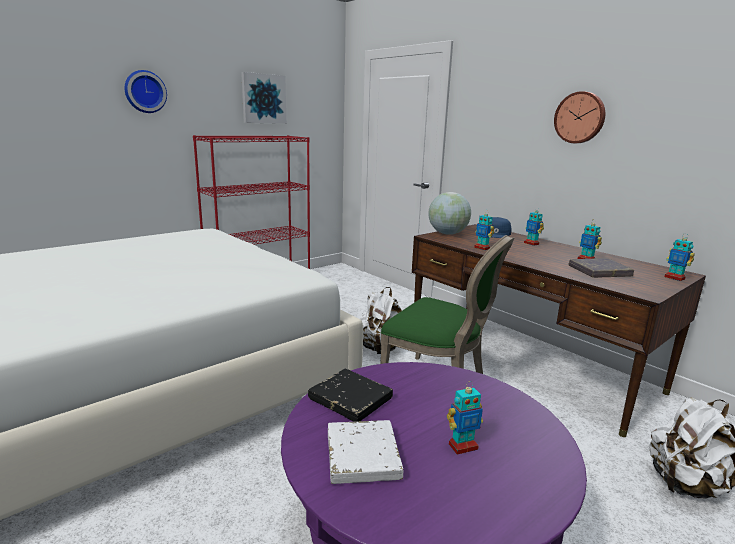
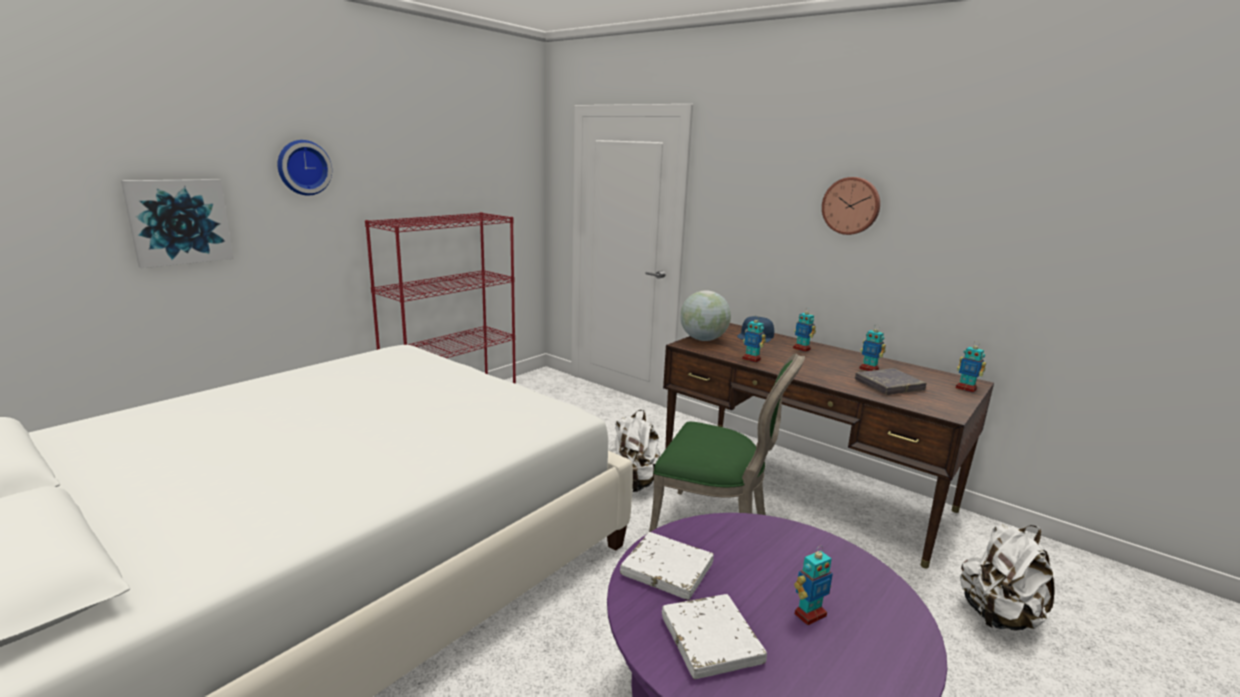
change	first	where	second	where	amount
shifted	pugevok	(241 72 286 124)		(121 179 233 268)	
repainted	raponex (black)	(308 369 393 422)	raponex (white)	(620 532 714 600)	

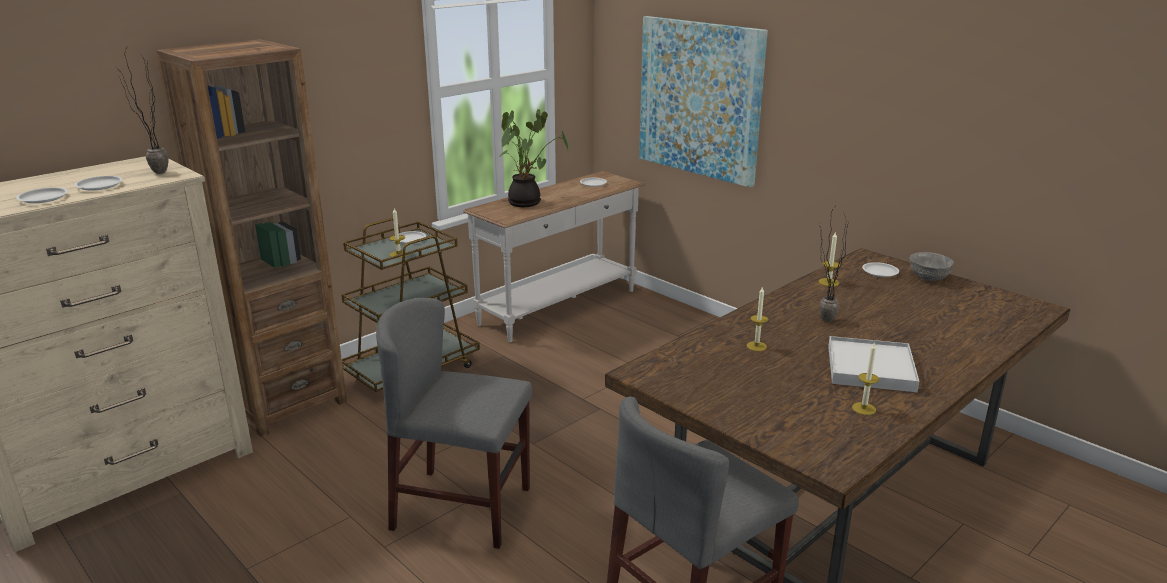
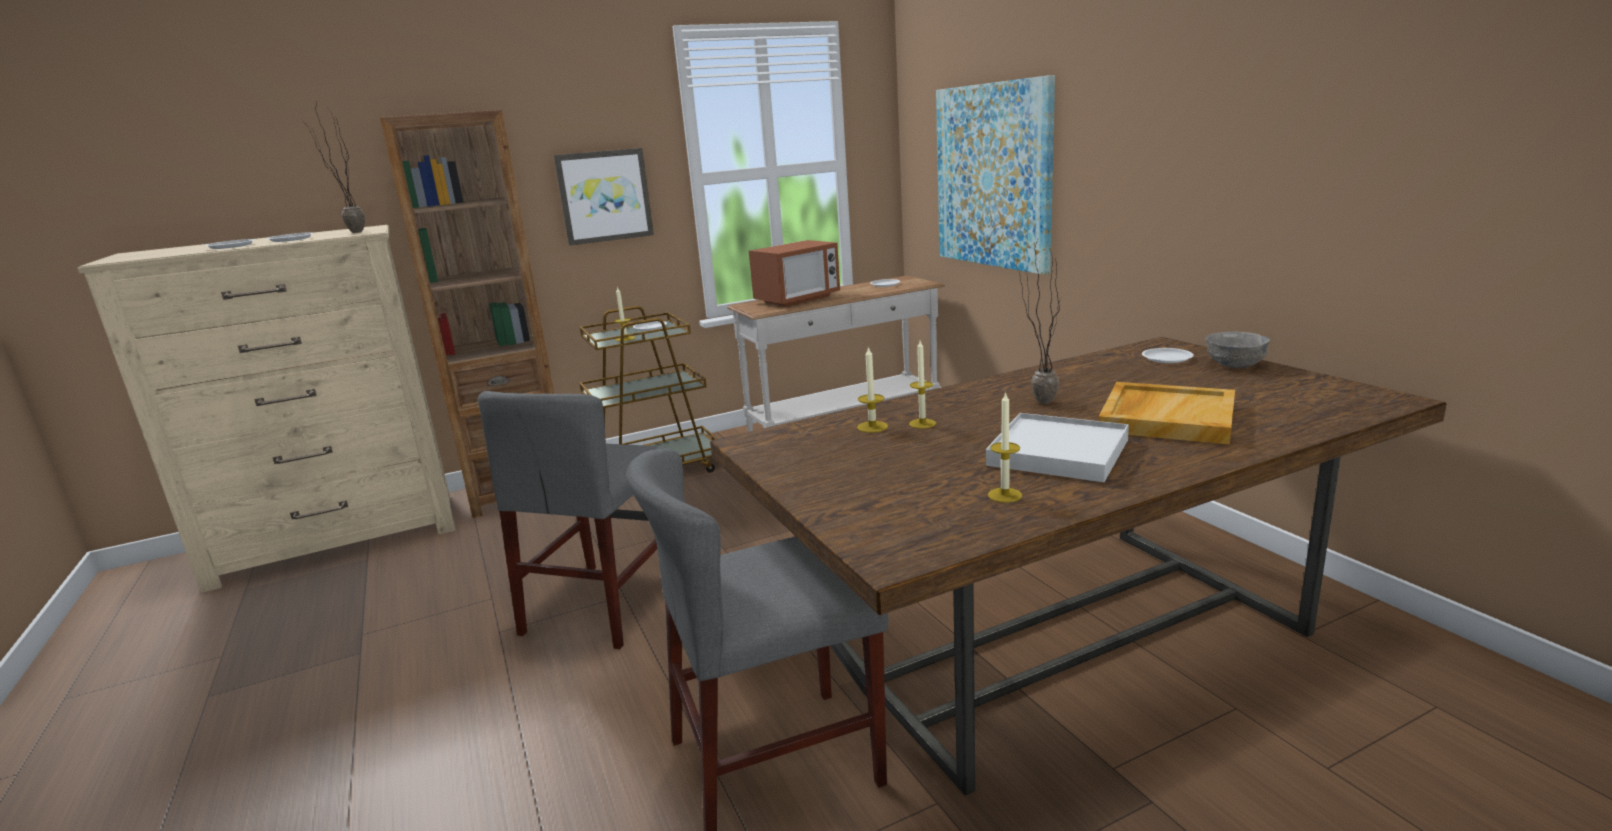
change	first	where	second	where	amount
rotated	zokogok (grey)	(376 298 532 549)		(478 391 665 649)	105 degrees counterclockwise
new			pugevok	(554 148 654 246)	
swapped	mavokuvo	(499 109 569 207)	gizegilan	(749 240 840 307)	
shifted	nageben	(819 231 840 287)		(857 346 888 433)	
new			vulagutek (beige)	(1098 382 1235 445)	

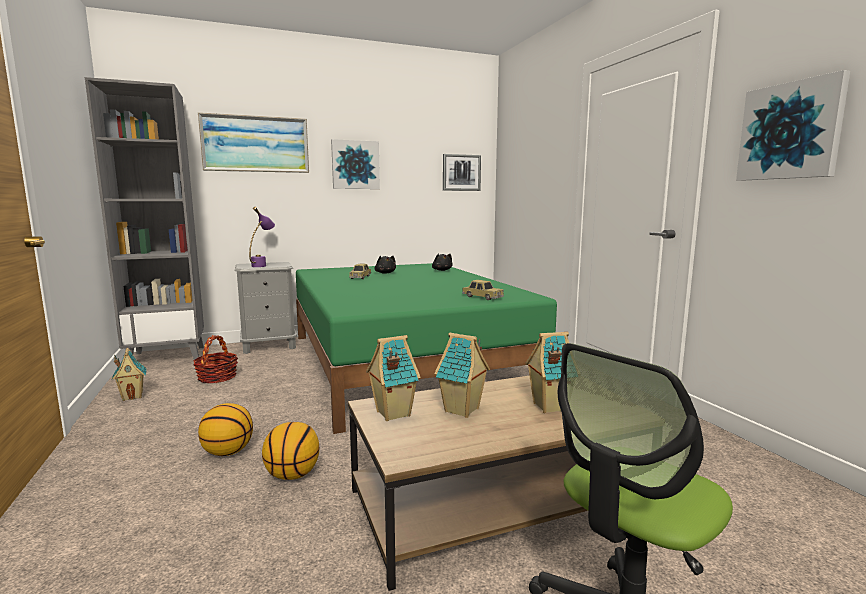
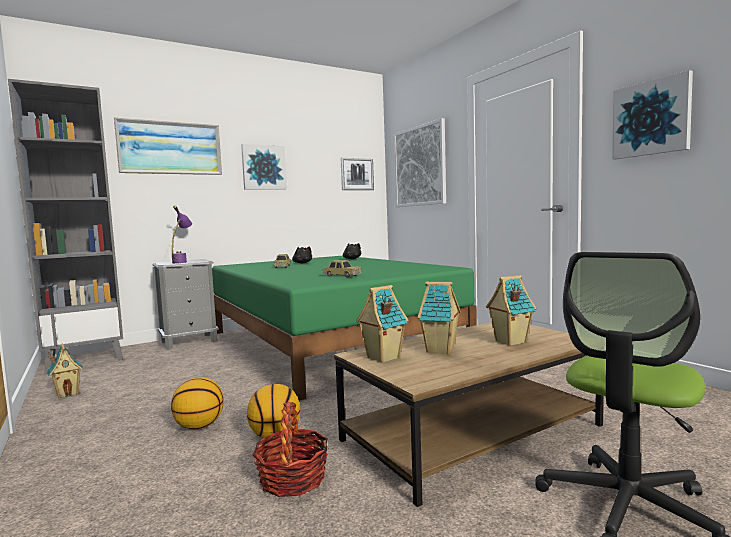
change	first	where	second	where	amount
shifted	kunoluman	(193 335 238 383)		(252 402 329 497)	
shifted	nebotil	(462 280 504 300)		(323 260 362 277)	
new			pugevok	(394 118 446 207)	

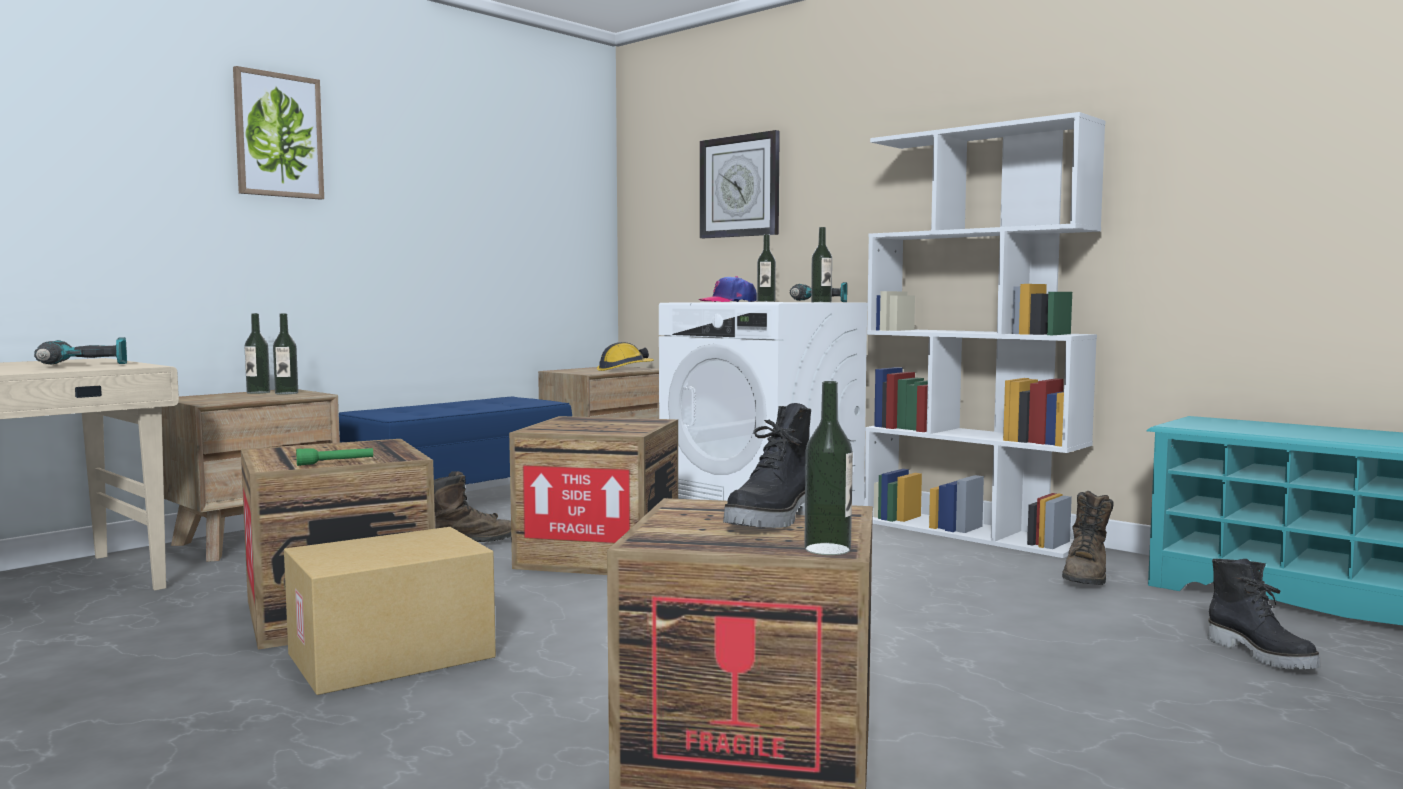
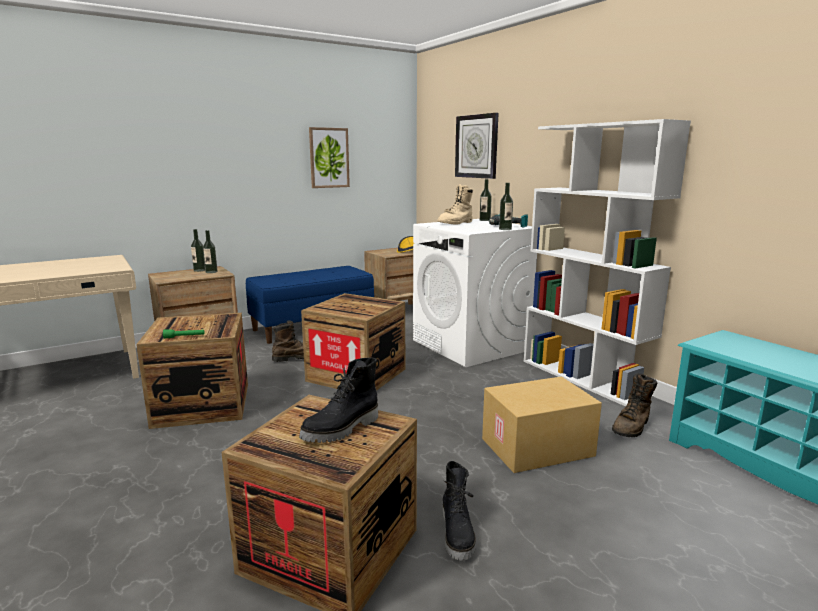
change	first	where	second	where	amount
shifted	pugevok	(233 66 324 200)		(309 127 350 188)	
swapped	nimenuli	(698 276 757 302)	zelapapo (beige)	(437 184 473 225)	
shifted	zelapapo (black)	(1207 559 1320 669)		(443 461 476 560)	
shifted	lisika	(284 527 496 695)		(482 376 602 473)	
gone	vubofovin	(34 337 127 365)			
gone	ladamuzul	(804 381 853 555)			

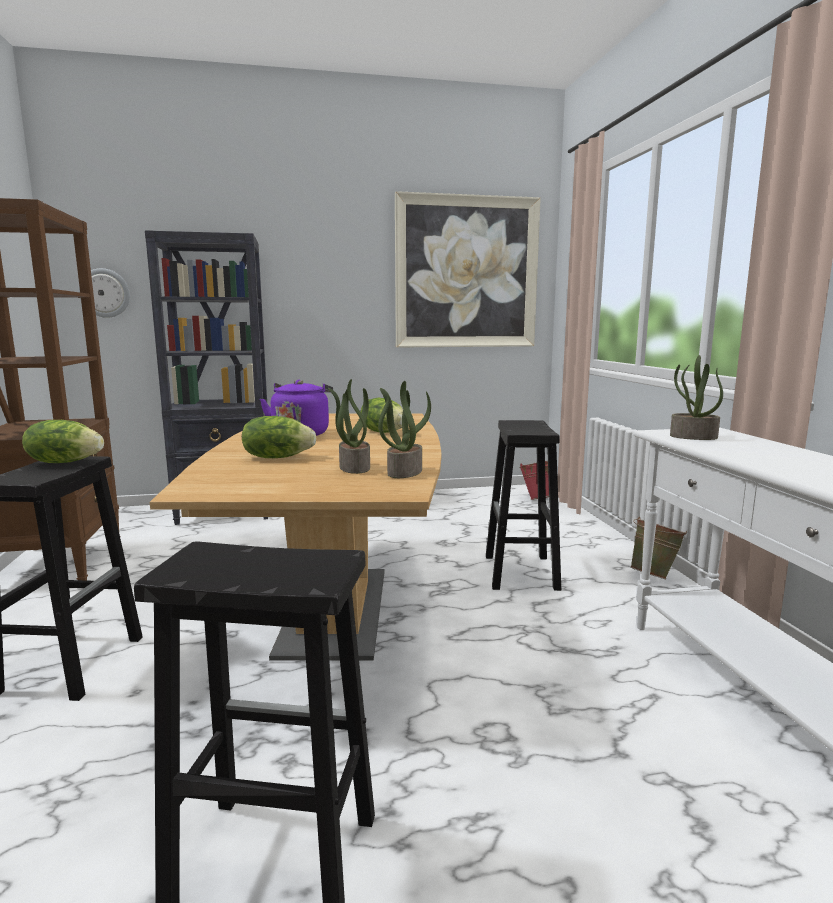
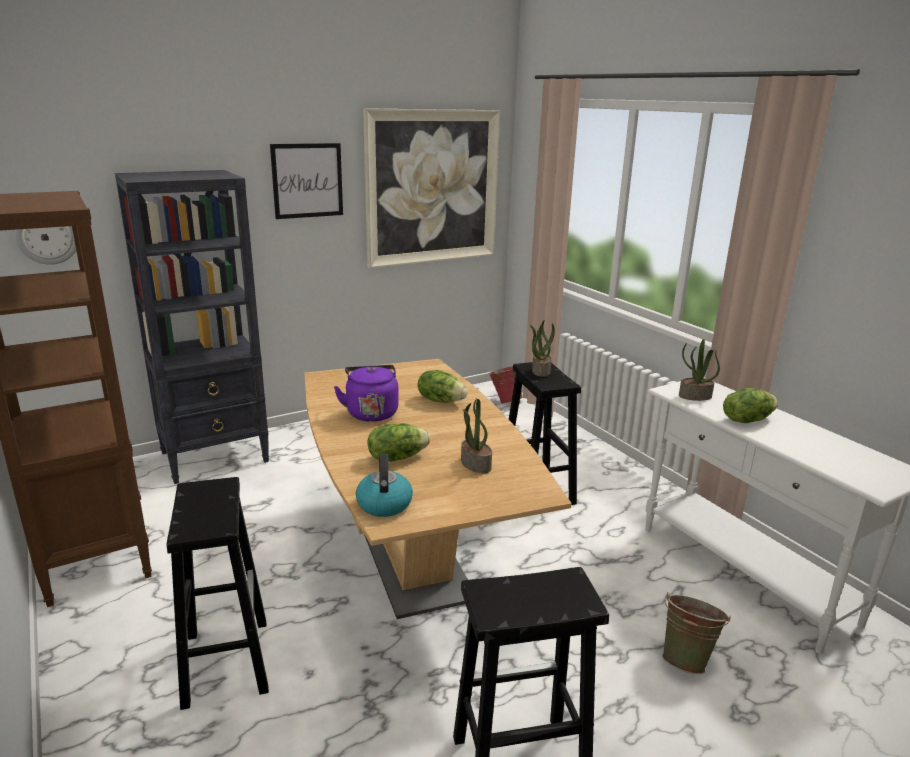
change	first	where	second	where	amount
new			pugevok	(270 143 343 219)	
new			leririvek	(356 454 413 517)	
shifted	mavokuvo	(378 381 431 478)		(530 320 555 377)	
shifted	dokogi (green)	(630 517 688 579)		(662 592 731 674)	
shifted	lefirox	(22 420 104 463)		(723 388 778 423)	

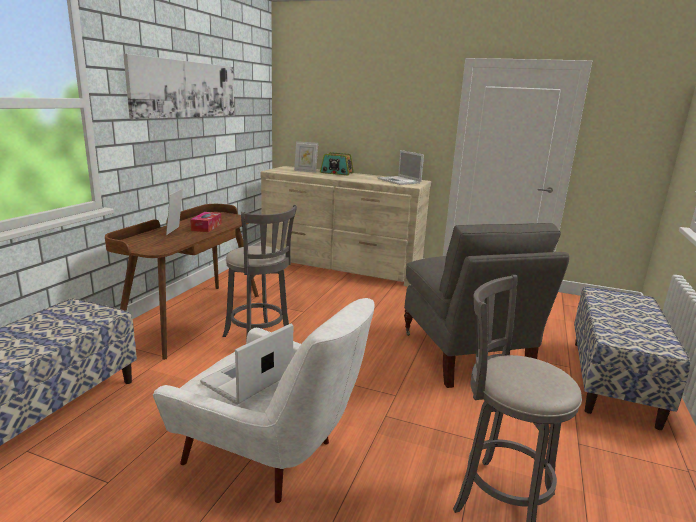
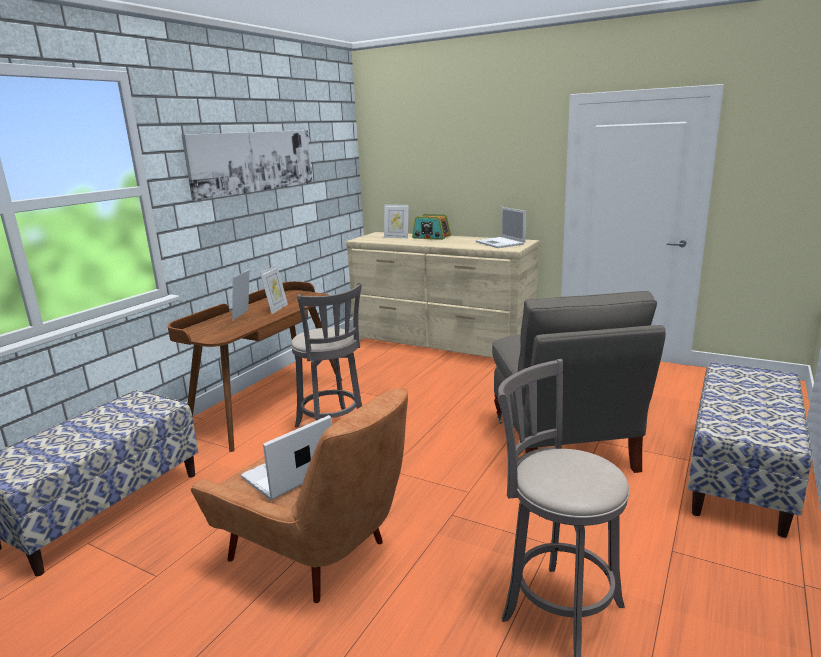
change	first	where	second	where	amount
repainted	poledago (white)	(153 298 375 503)	poledago (brown)	(191 388 408 603)	
swapped	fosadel	(190 212 222 232)	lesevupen	(260 265 288 314)	

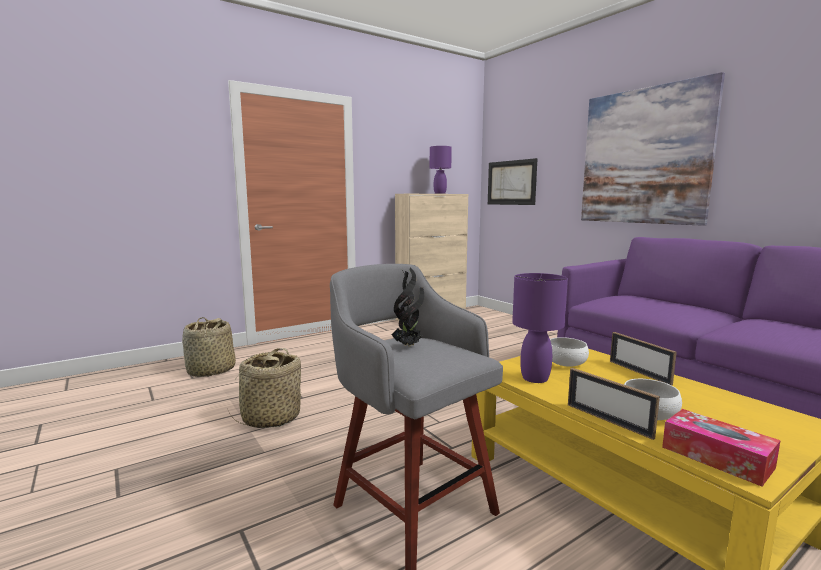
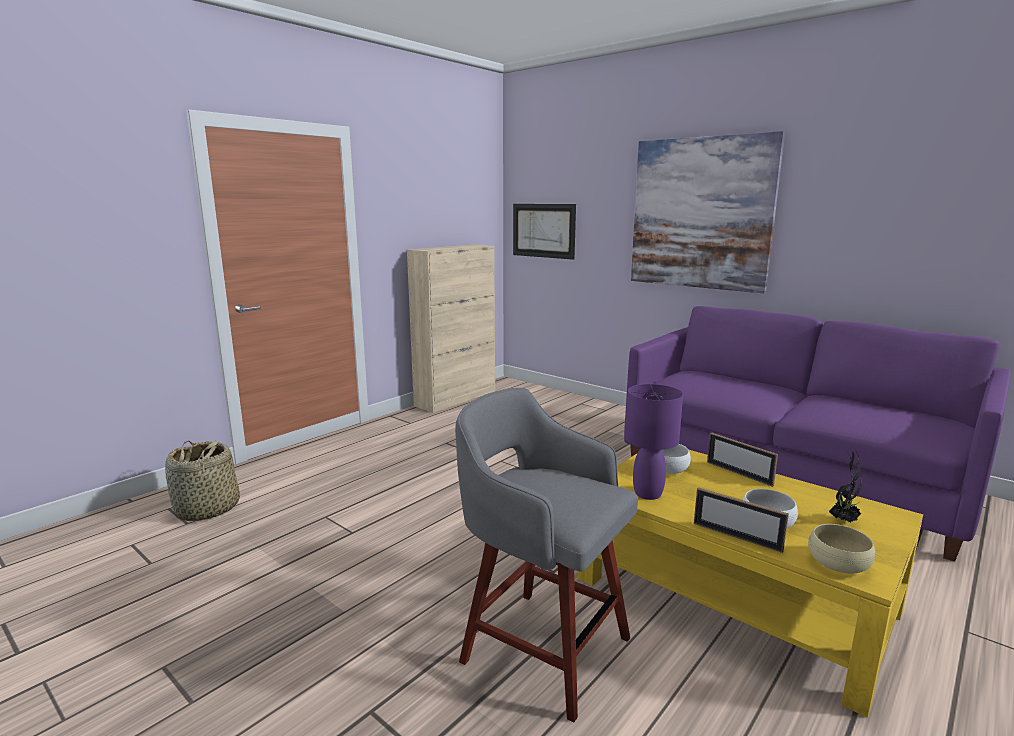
change	first	where	second	where	amount
swapped	fosadel	(662 409 781 486)	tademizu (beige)	(808 524 875 574)	
shifted	mavokuvo	(391 268 424 347)		(829 449 862 523)	
gone	kunoluman	(229 348 301 428)			
gone	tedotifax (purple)	(430 146 452 194)			

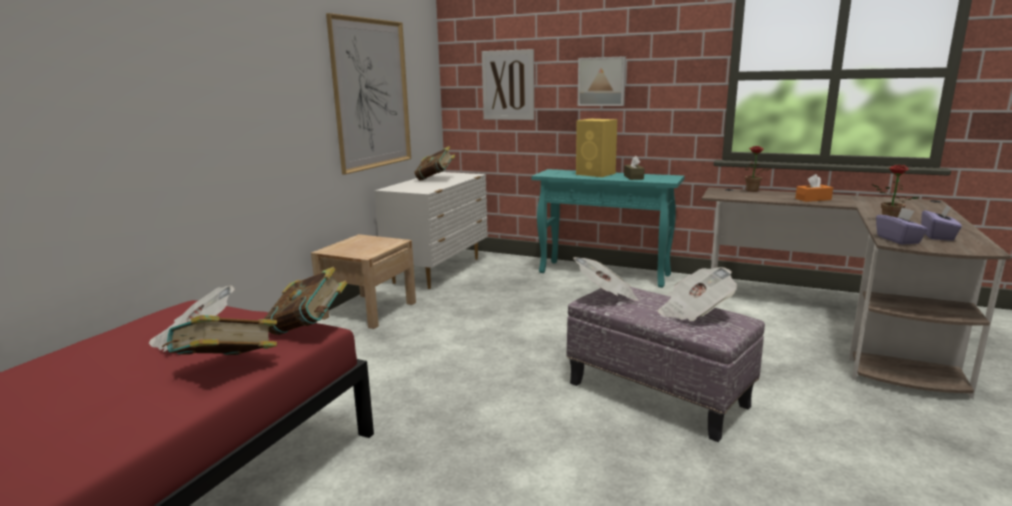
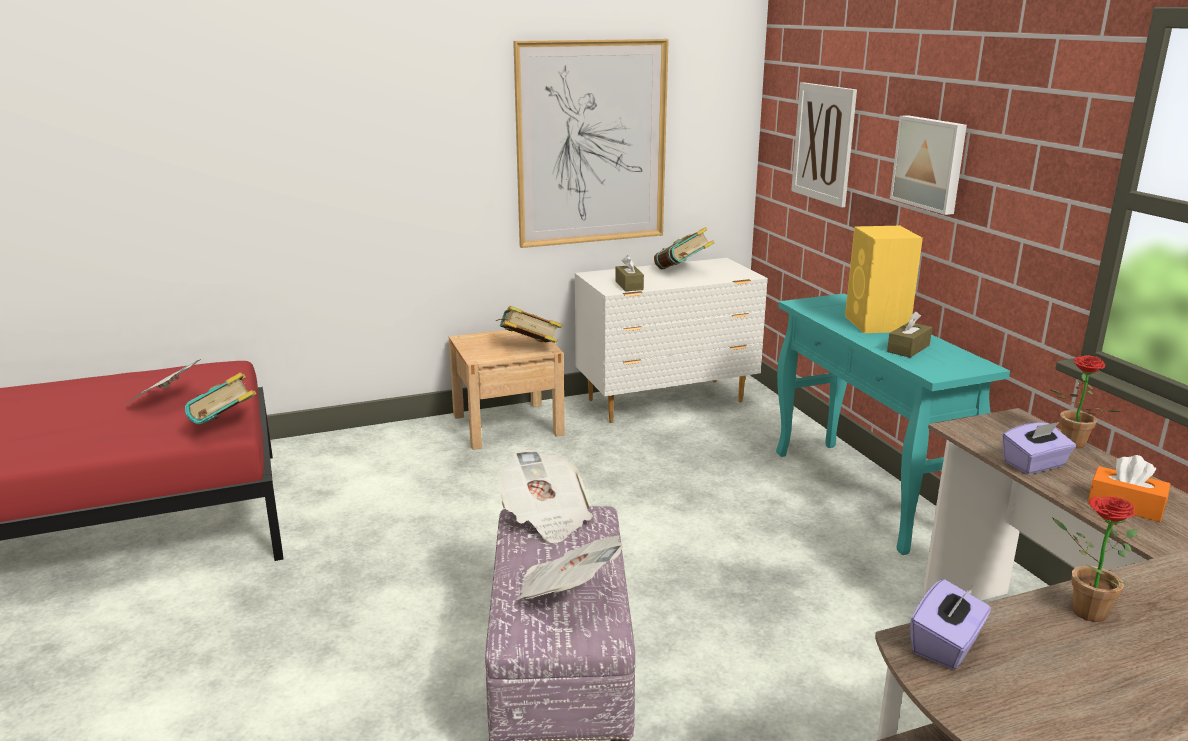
change	first	where	second	where	amount
shifted	raponex	(162 315 277 355)		(496 306 562 343)	
new			fosadel (brown)	(615 255 644 291)	
shifted	fosadel (purple)	(921 205 962 241)		(1002 422 1076 474)	

